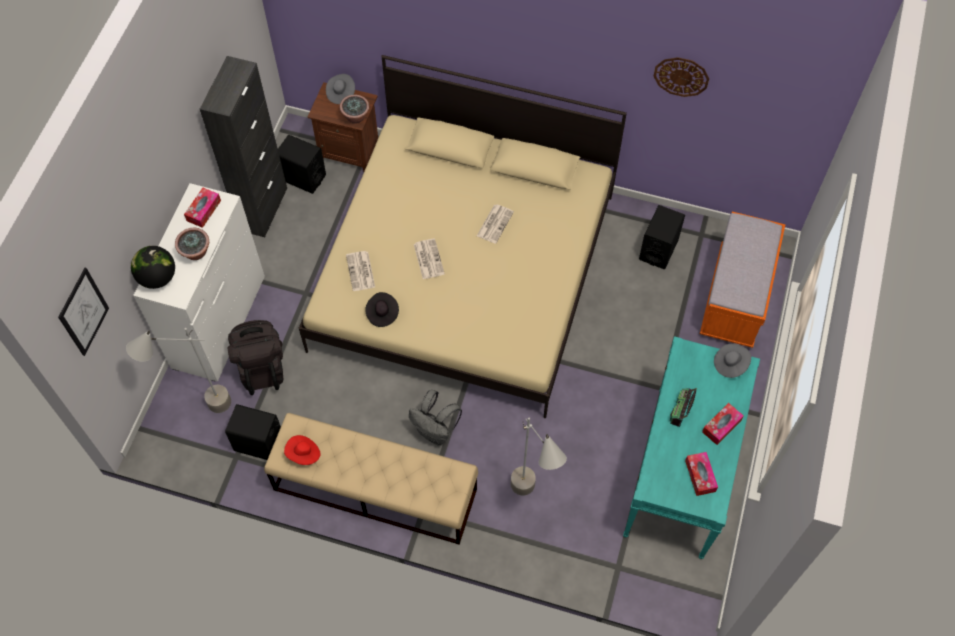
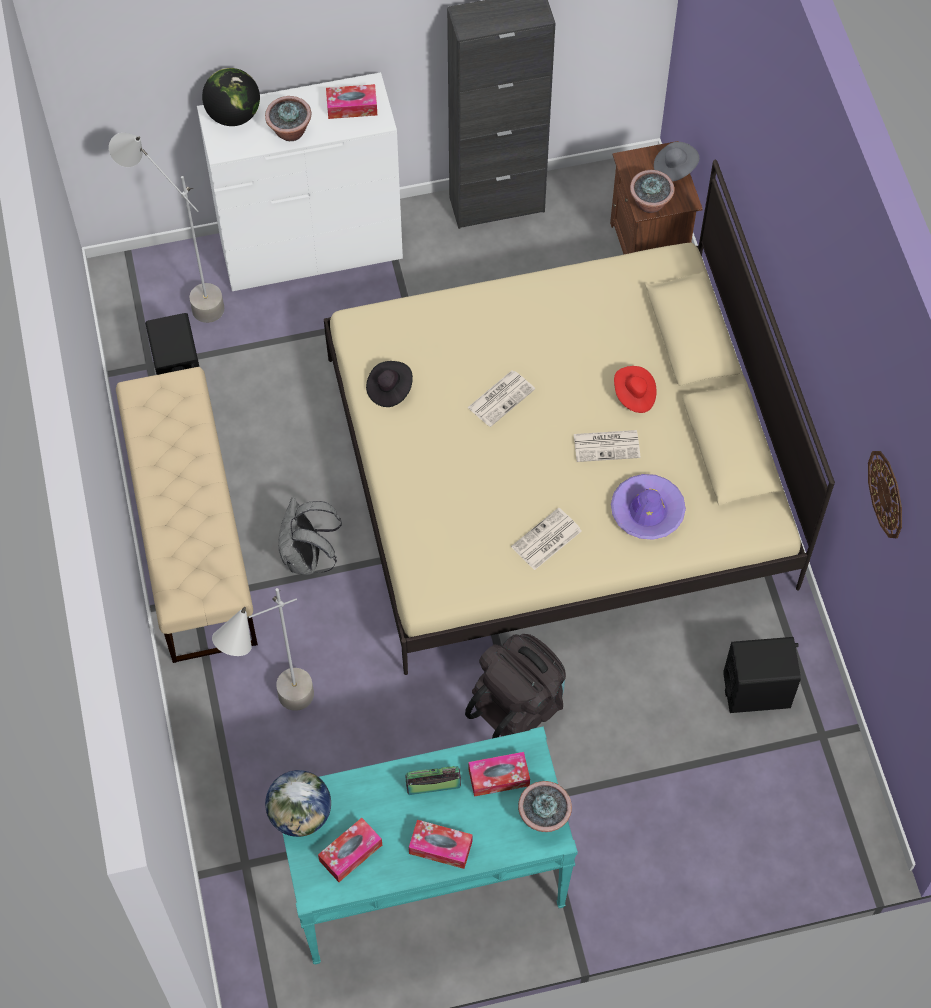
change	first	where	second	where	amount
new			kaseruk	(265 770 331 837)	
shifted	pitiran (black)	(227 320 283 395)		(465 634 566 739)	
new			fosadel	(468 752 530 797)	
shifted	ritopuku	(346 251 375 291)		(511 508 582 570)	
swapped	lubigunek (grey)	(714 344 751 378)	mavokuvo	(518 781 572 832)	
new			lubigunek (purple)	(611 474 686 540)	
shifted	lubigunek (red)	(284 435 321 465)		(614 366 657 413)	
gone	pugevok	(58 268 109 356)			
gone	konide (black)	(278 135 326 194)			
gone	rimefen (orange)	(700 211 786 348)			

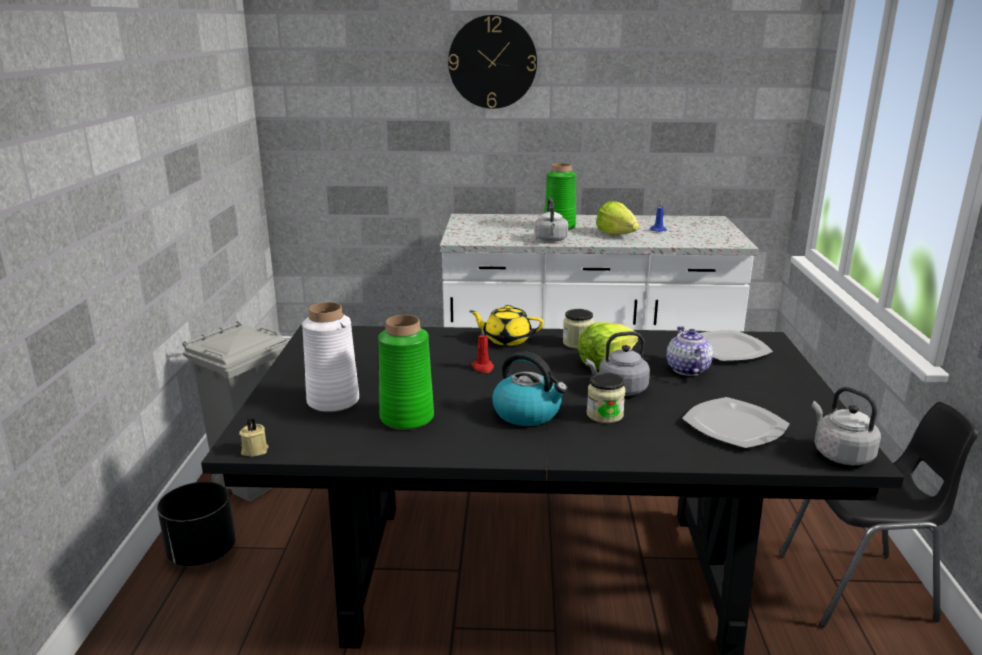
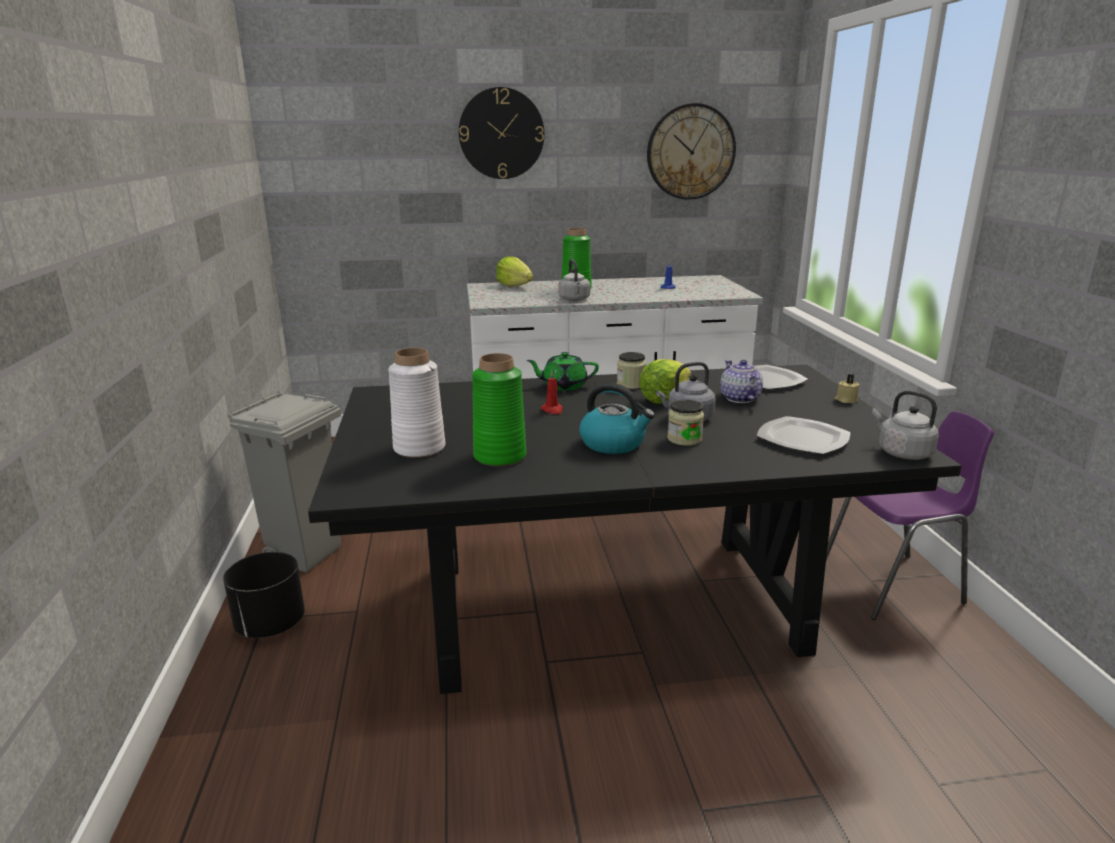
change	first	where	second	where	amount
shifted	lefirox	(596 201 639 235)		(496 256 533 287)	
repainted	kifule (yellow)	(469 305 543 346)	kifule (green)	(526 352 599 391)	
new			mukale	(647 103 736 200)	
repainted	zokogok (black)	(779 402 978 627)	zokogok (purple)	(826 411 994 620)	
shifted	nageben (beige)	(239 418 269 457)		(834 374 860 403)	

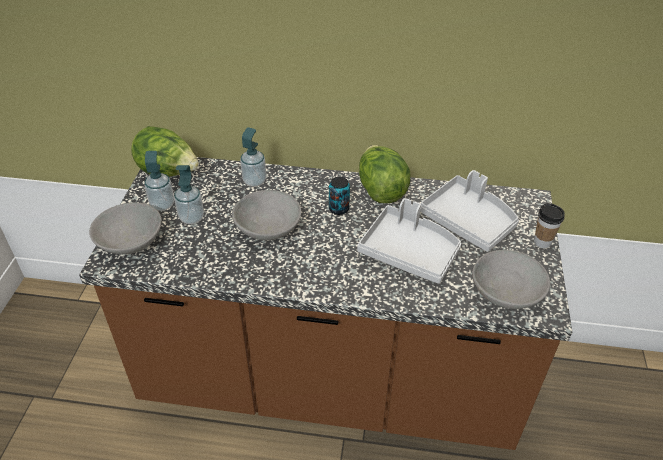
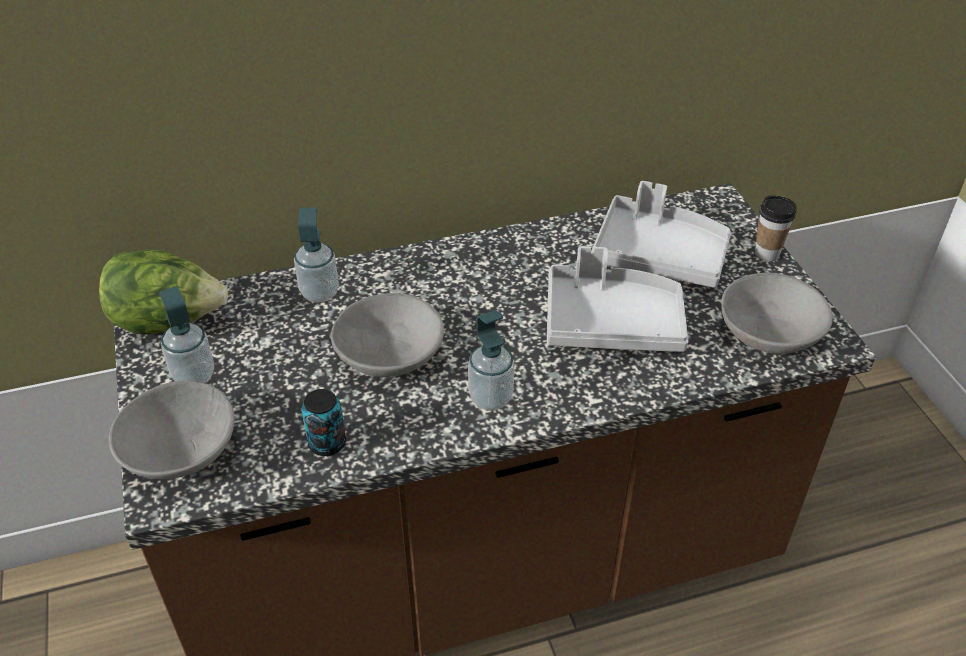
change	first	where	second	where	amount
shifted	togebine	(329 177 350 215)		(302 389 346 456)	
shifted	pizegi	(174 165 204 224)		(468 310 515 410)	
gone	lefirox	(359 145 411 203)			

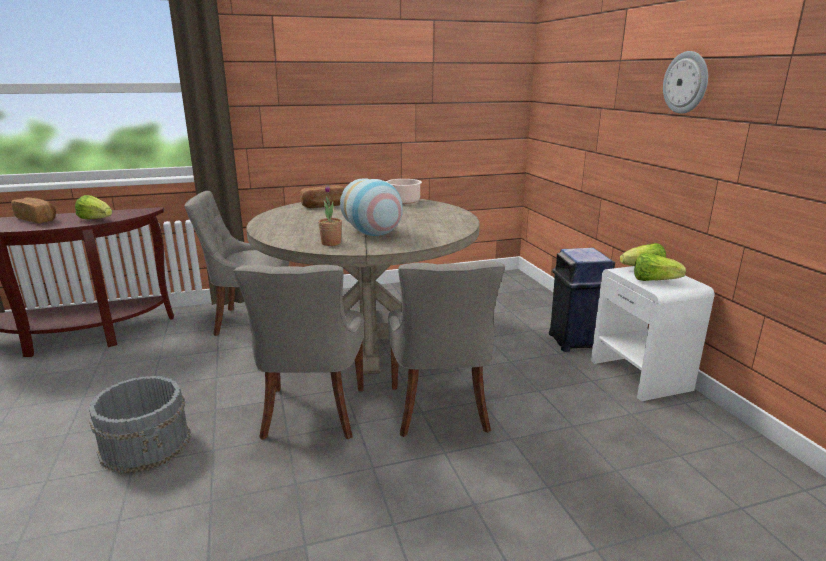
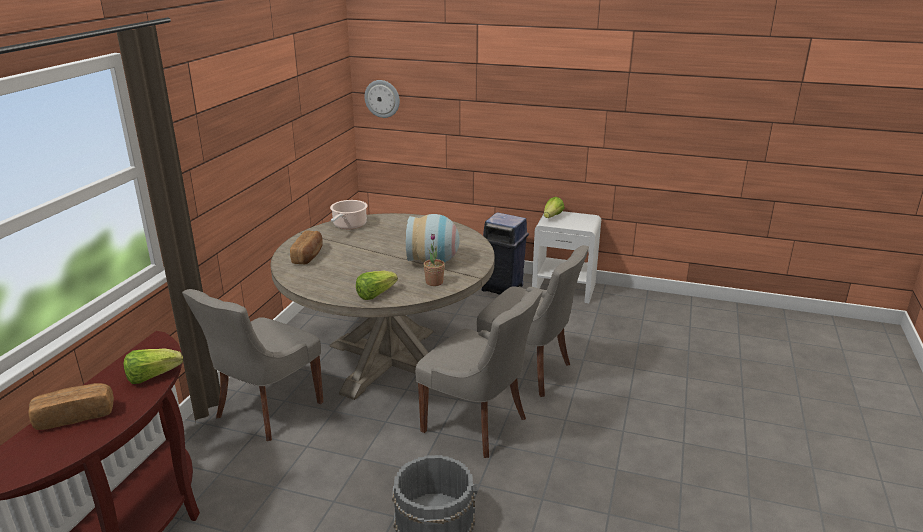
change	first	where	second	where	amount
shifted	lefirox	(634 253 686 281)		(356 271 398 300)	
shifted	mukale	(663 51 708 114)		(364 80 400 118)	

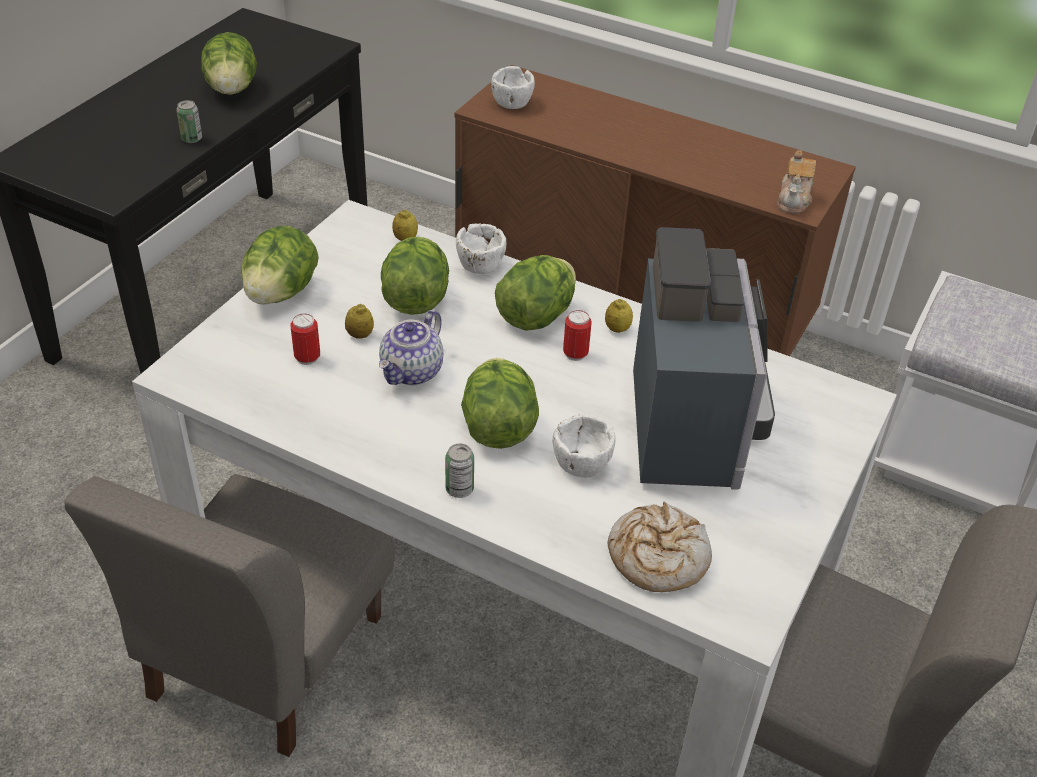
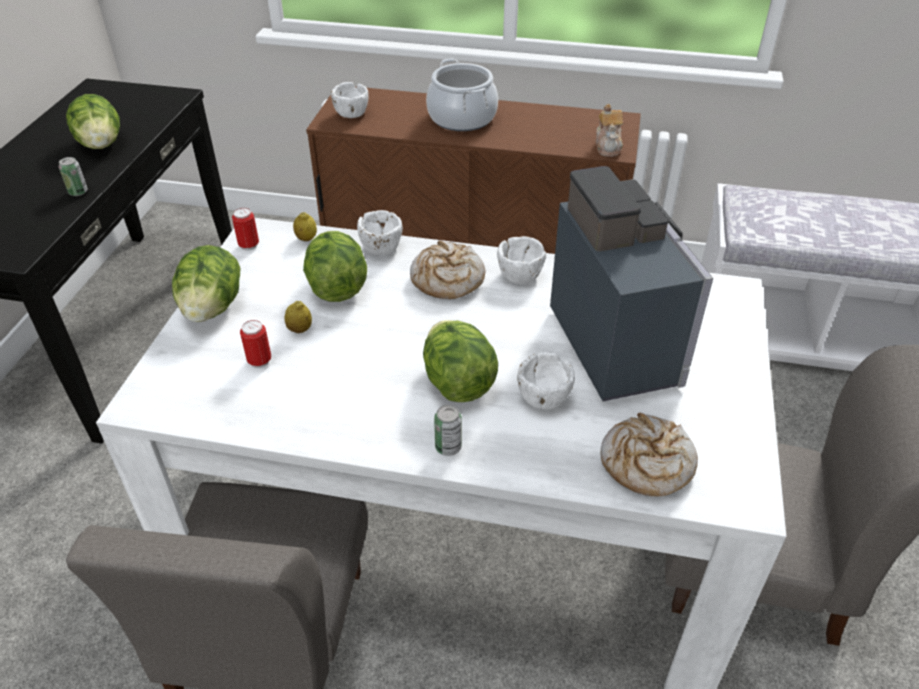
change	first	where	second	where	amount
shifted	togebine	(563 310 592 361)		(232 208 259 251)	
swapped	lefirox	(495 255 576 331)	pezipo	(410 241 485 299)	
new			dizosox	(426 58 498 131)	
swapped	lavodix	(605 299 633 333)	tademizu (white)	(497 236 546 284)	
gone	kifule	(379 310 443 385)			

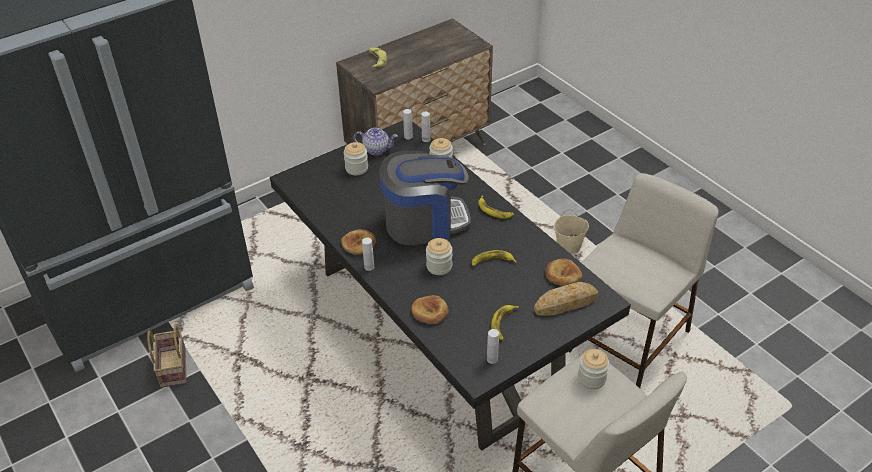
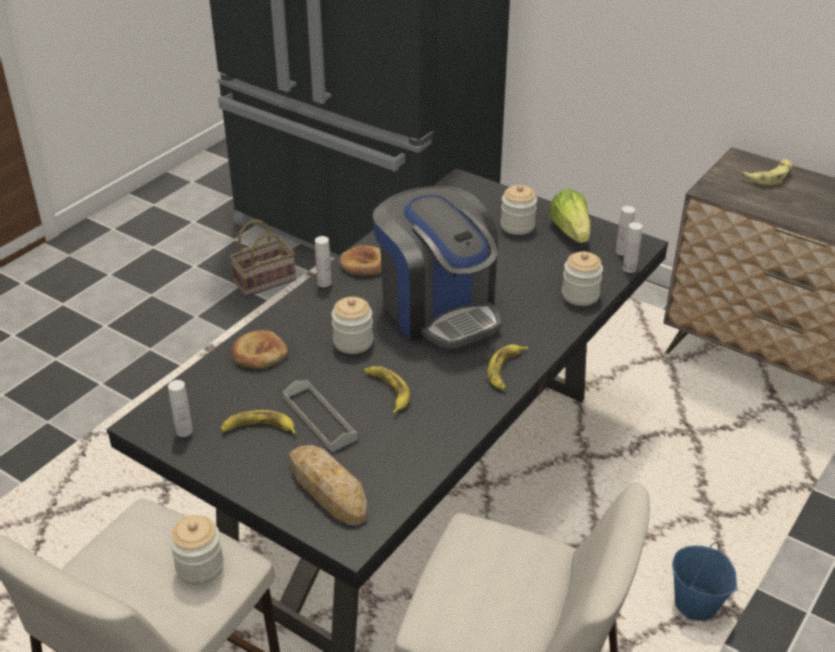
change	first	where	second	where	amount
new			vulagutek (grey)	(283 381 358 452)	
swapped	kifule	(354 128 398 155)	lefirox	(549 189 591 243)	
repainted	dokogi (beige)	(554 210 589 254)	dokogi (blue)	(672 542 737 621)	
gone	pezipo	(545 259 583 286)			

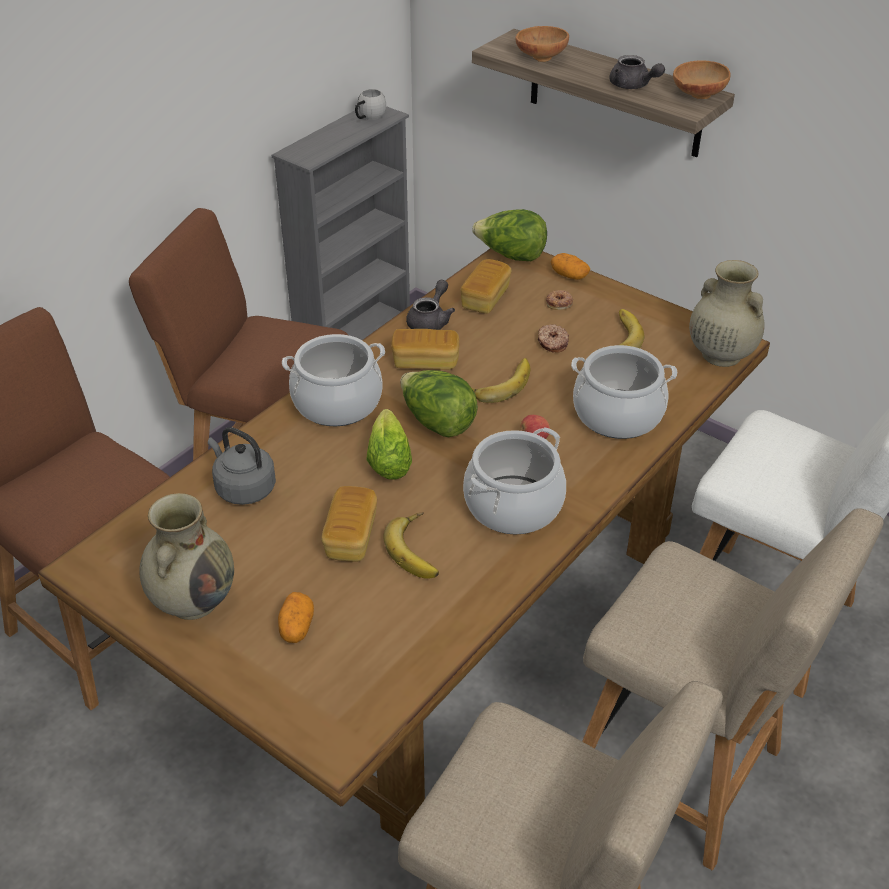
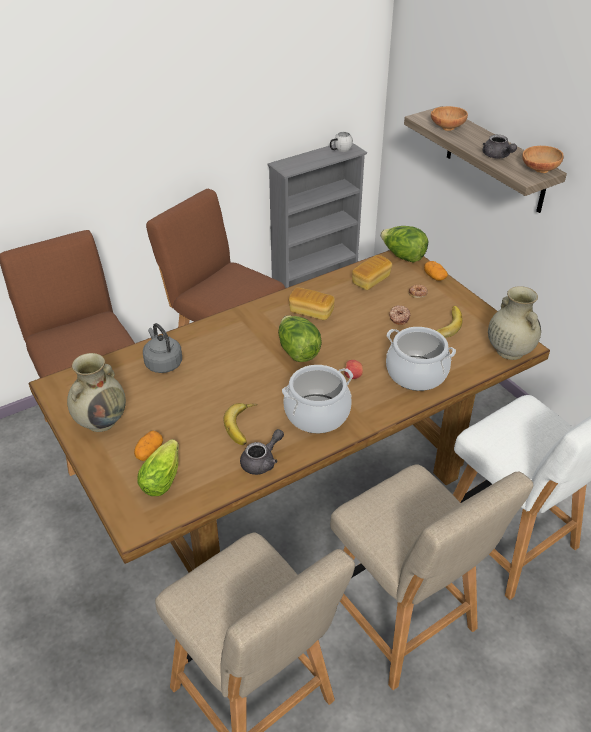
change	first	where	second	where	amount
shifted	lefirox	(367 409 412 480)		(137 439 179 496)	
shifted	kifule (grey)	(406 280 455 330)		(240 429 284 475)	
gone	dizosox	(282 334 385 426)			
gone	pezipo	(321 486 377 562)			
gone	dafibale	(471 358 530 403)			

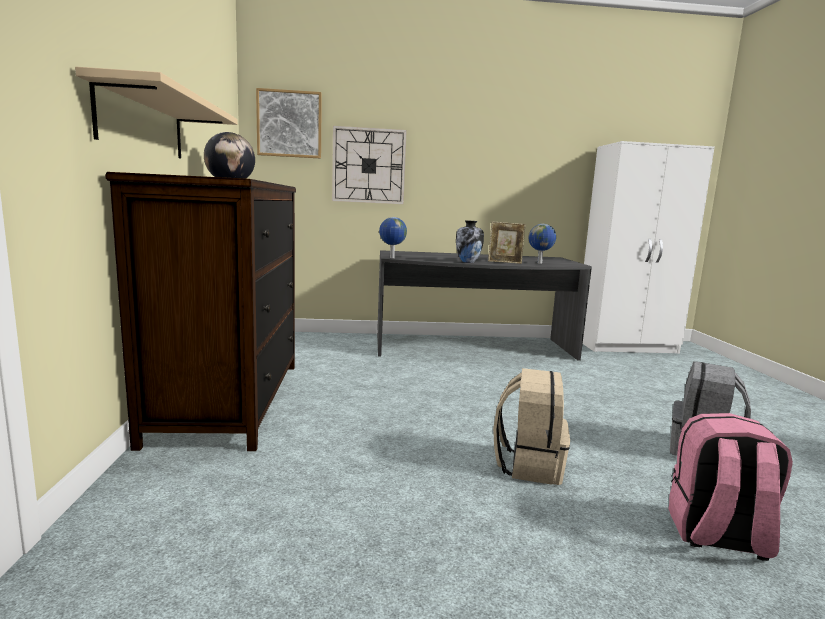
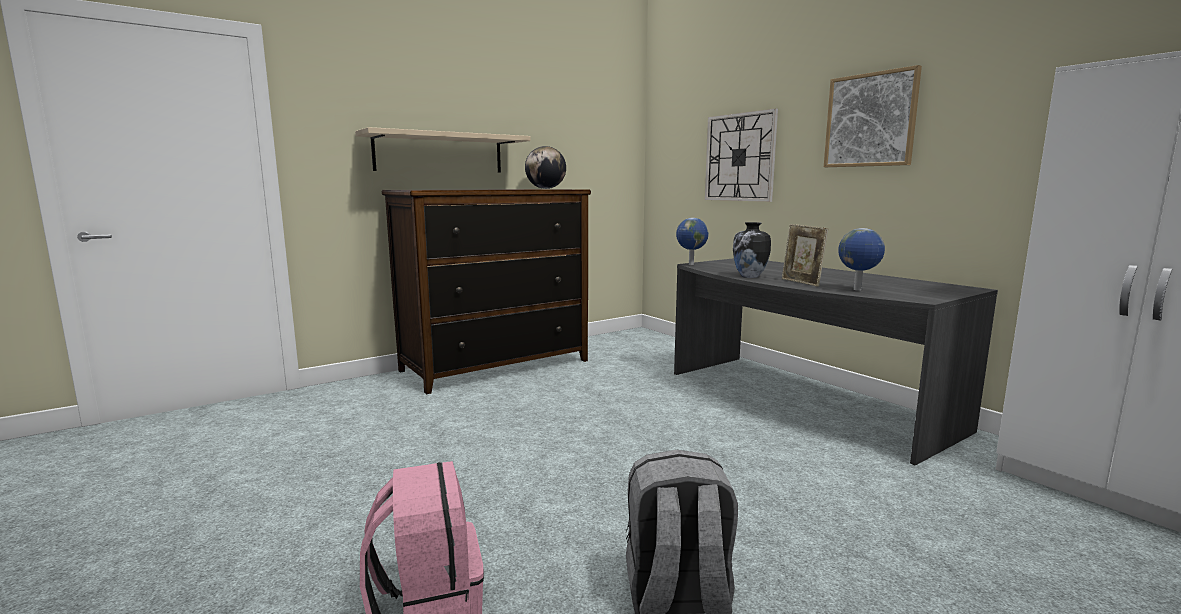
change	first	where	second	where	amount
shifted	pugevok	(256 88 322 159)		(824 65 922 167)	
gone	pitiran (beige)	(493 368 570 485)			

